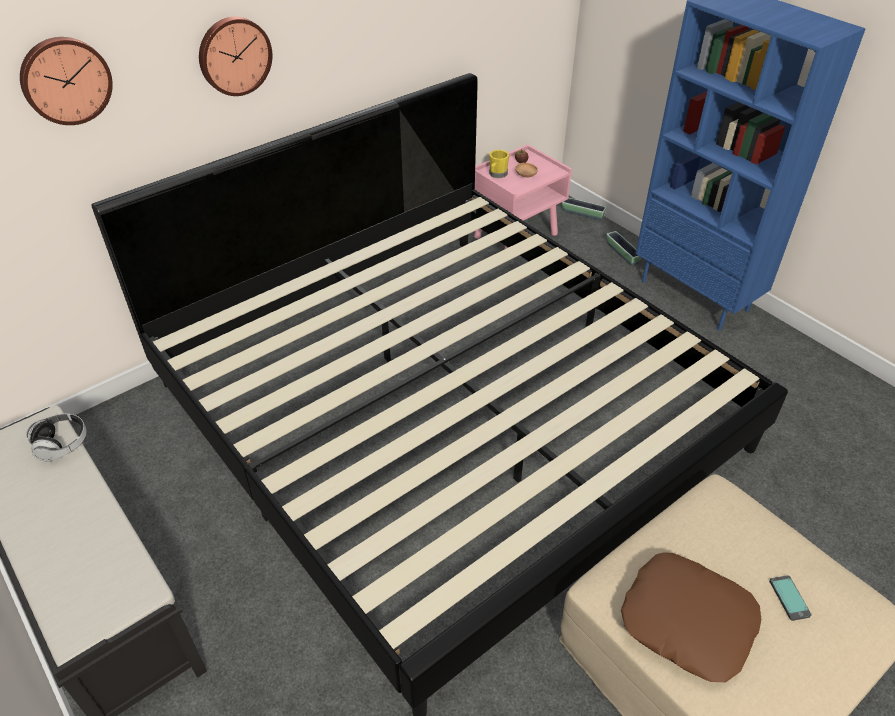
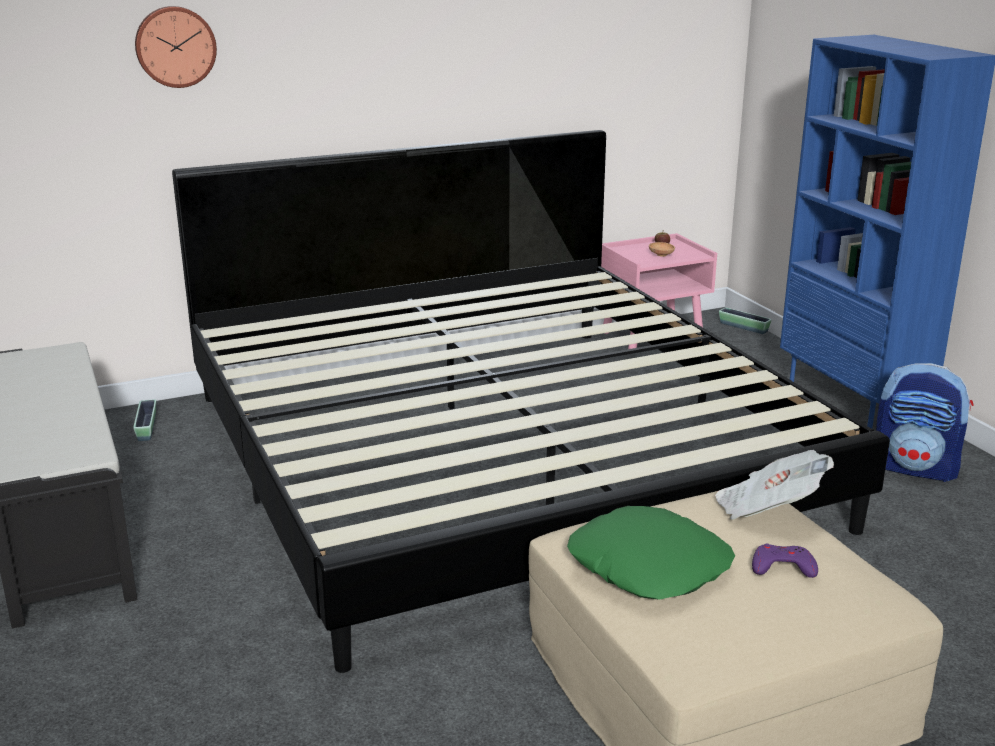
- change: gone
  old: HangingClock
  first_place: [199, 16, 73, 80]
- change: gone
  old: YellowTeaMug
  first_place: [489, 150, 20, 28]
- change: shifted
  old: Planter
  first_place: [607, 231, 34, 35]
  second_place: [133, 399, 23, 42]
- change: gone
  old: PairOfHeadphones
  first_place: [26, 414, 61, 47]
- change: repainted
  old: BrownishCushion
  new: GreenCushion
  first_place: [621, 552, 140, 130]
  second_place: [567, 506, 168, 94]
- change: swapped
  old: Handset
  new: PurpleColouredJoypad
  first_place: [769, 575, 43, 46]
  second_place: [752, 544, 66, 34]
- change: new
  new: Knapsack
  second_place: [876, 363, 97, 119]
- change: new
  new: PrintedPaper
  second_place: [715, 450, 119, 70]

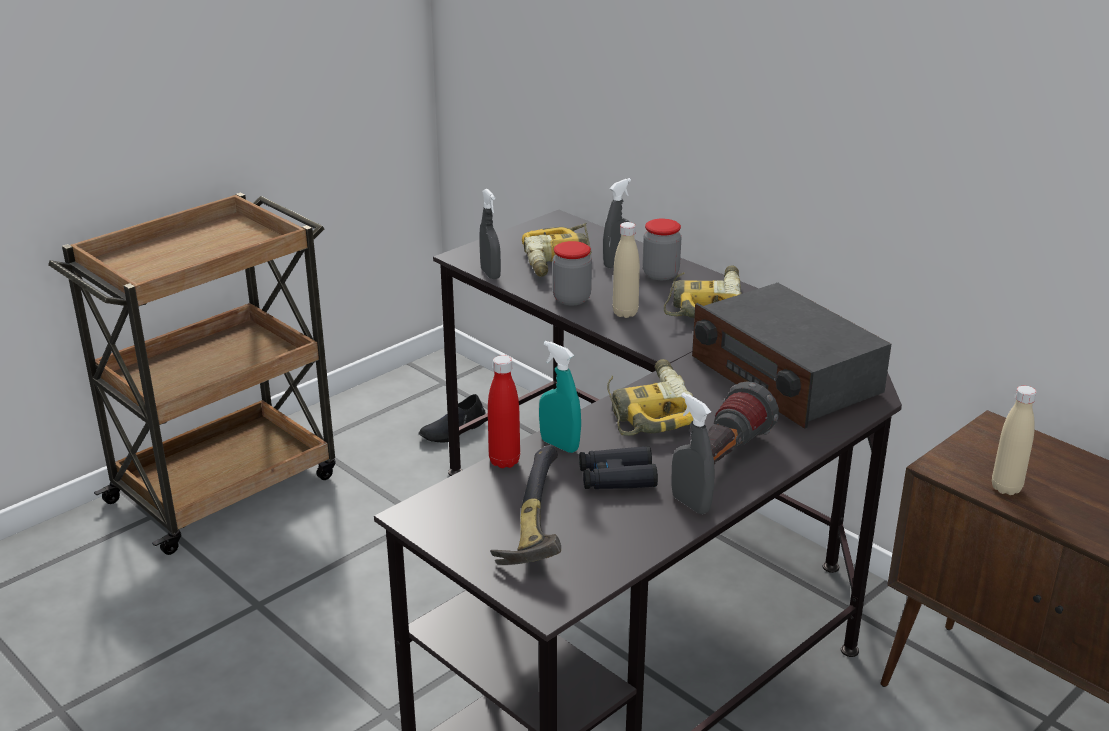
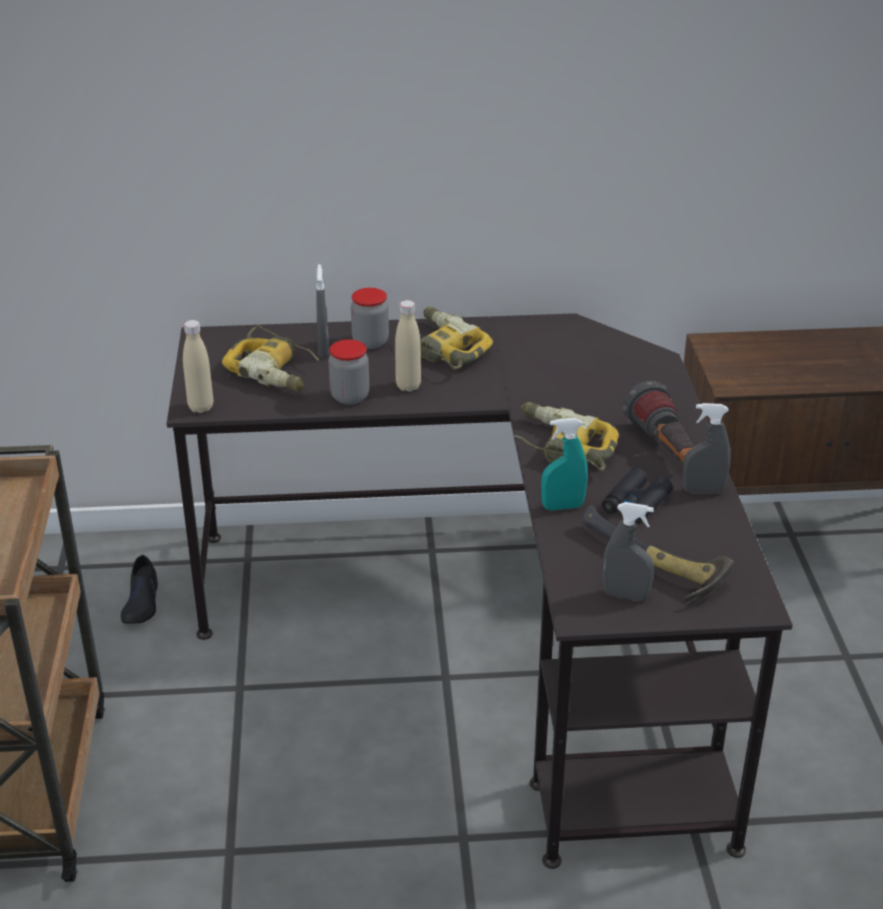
- change: shifted
  old: GreySprayBottle
  first_place: [479, 189, 22, 90]
  second_place: [602, 502, 52, 99]
- change: gone
  old: Radio
  first_place: [692, 283, 199, 146]
- change: gone
  old: RedColouredDrinkBottle
  first_place: [488, 355, 32, 113]
- change: shifted
  old: SandColouredDrinkBottle
  first_place: [992, 386, 45, 109]
  second_place: [183, 320, 30, 93]

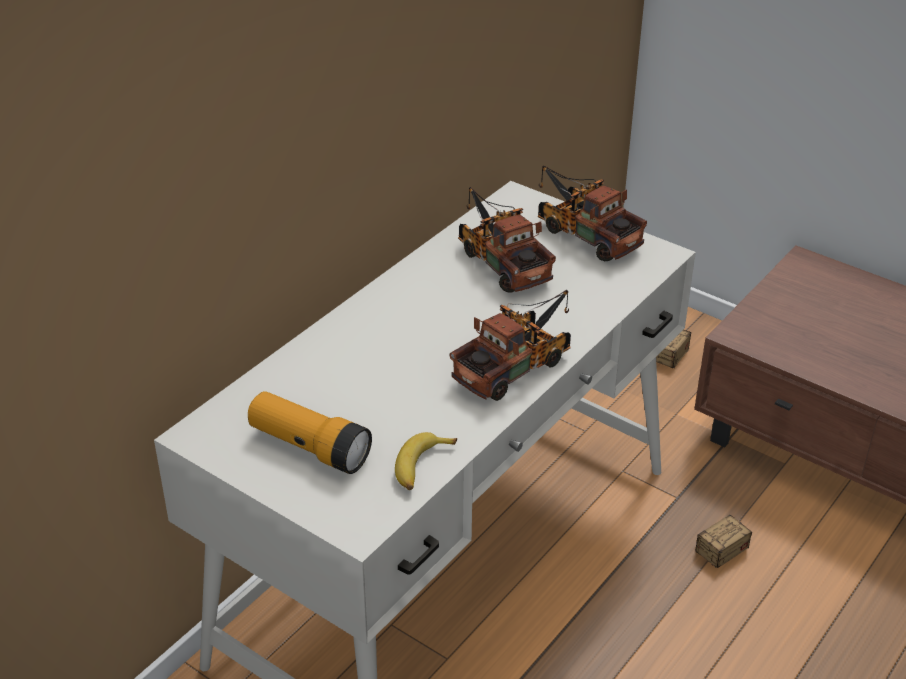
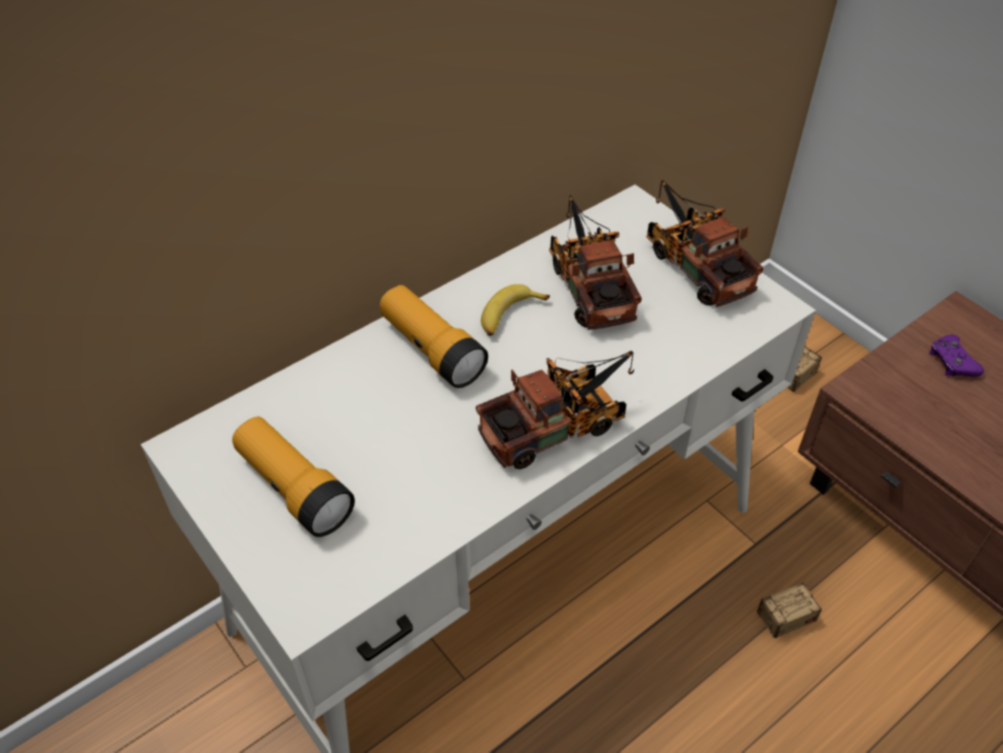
- change: shifted
  old: BananaFruit
  first_place: [395, 432, 62, 58]
  second_place: [481, 284, 69, 52]
- change: new
  new: HandTorch
  second_place: [380, 285, 108, 103]
- change: new
  new: PurpleColouredJoypad
  second_place: [929, 335, 55, 42]

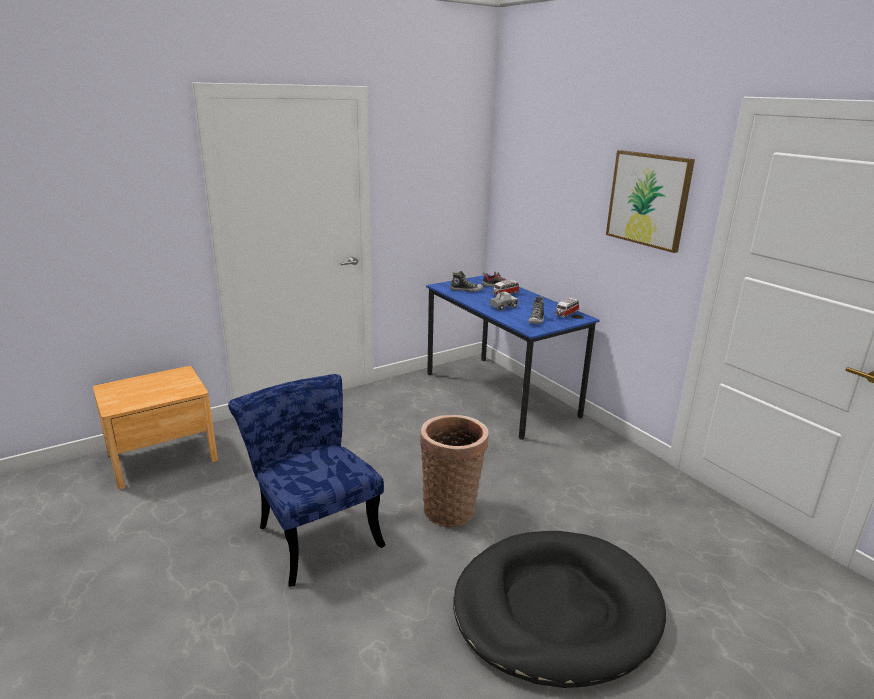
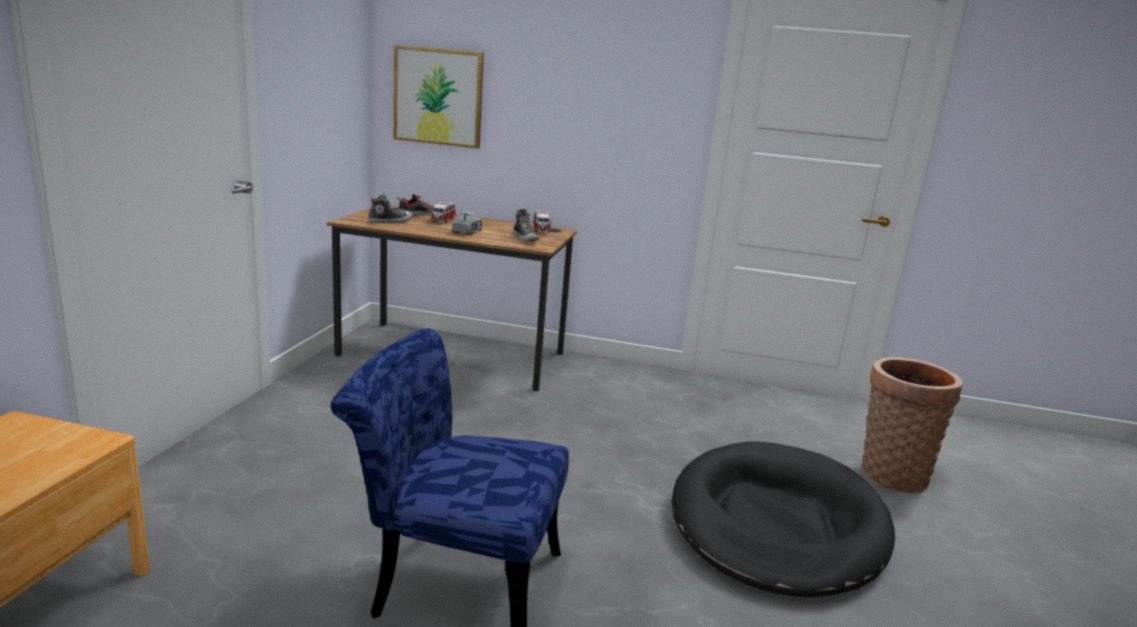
- change: shifted
  old: WallArt
  first_place: [606, 150, 89, 103]
  second_place: [394, 45, 90, 104]
- change: repainted
  old: BlueDesk
  new: BrownishDesk
  first_place: [426, 274, 174, 166]
  second_place: [327, 206, 250, 185]
- change: shifted
  old: HouseholdBasket
  first_place: [420, 415, 68, 112]
  second_place: [862, 357, 101, 137]

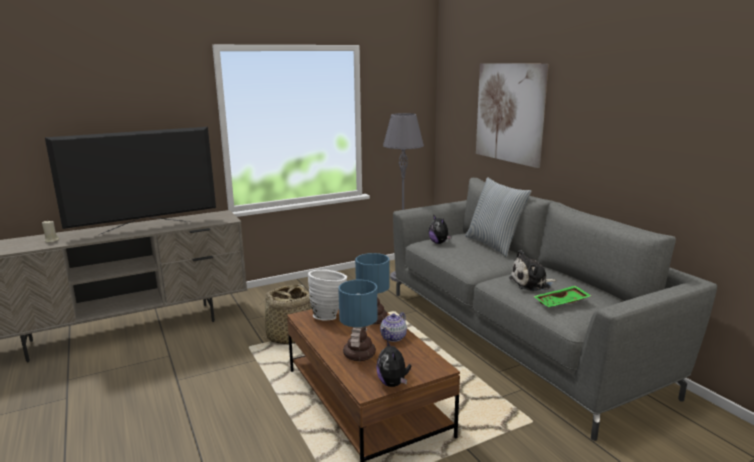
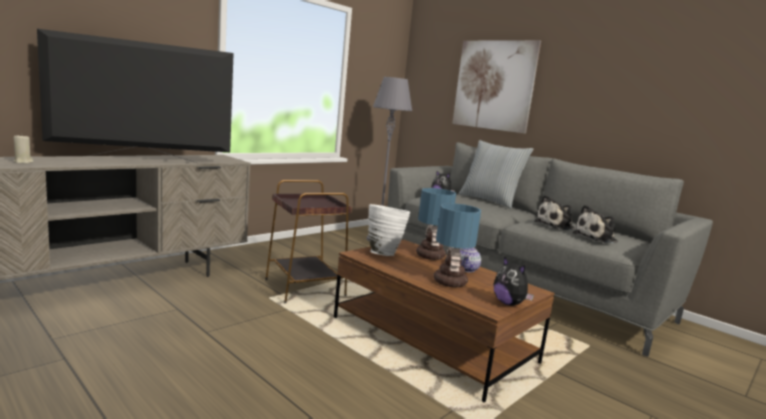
- change: rotated
  old: Television
  first_place: [45, 127, 171, 108]
  second_place: [37, 29, 197, 134]
  degrees: -150
- change: swapped
  old: HouseholdBasket
  new: BrownishEndTable
  first_place: [255, 284, 56, 61]
  second_place: [265, 180, 87, 123]
- change: swapped
  old: GreenCarryingTray
  new: CuddlyToy
  first_place: [533, 286, 58, 21]
  second_place: [573, 205, 45, 38]

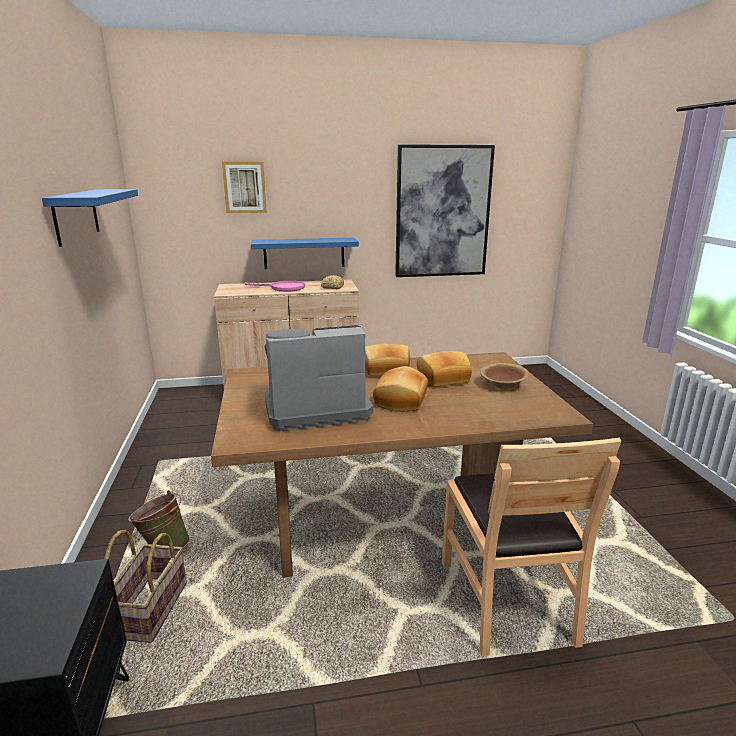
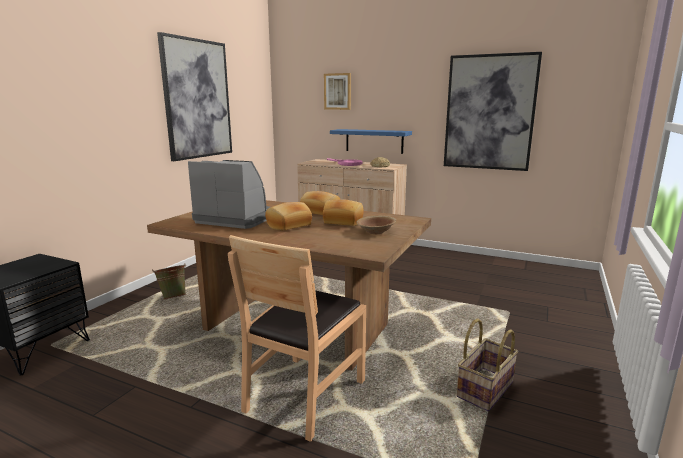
- change: swapped
  old: BlueBracketShelf
  new: WallArt
  first_place: [42, 189, 96, 58]
  second_place: [157, 32, 75, 129]
- change: shifted
  old: HouseholdBasket
  first_place: [104, 530, 83, 113]
  second_place: [456, 319, 62, 93]

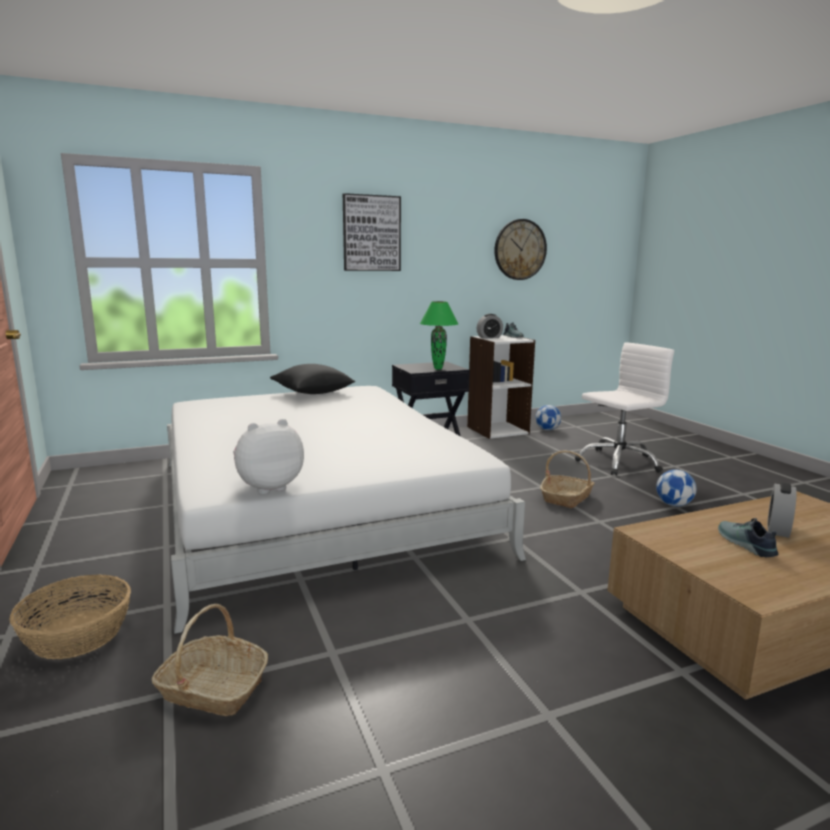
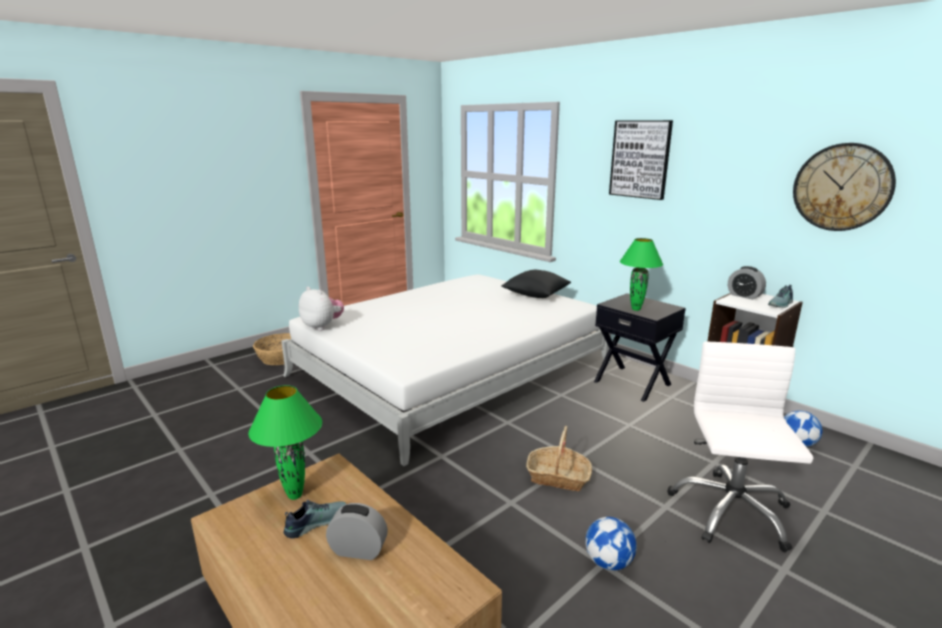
- change: rotated
  old: WhiteComputerChair
  first_place: [575, 342, 99, 134]
  second_place: [668, 342, 146, 210]
  degrees: -120
- change: gone
  old: HouseholdBasket
  first_place: [152, 604, 116, 112]
- change: new
  new: GreenTableLamp
  second_place: [248, 385, 74, 115]

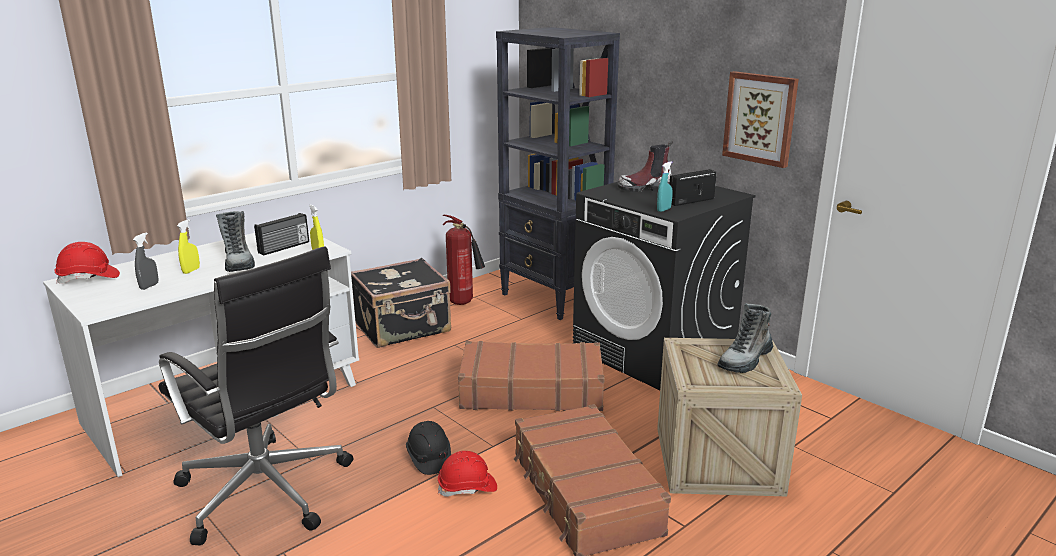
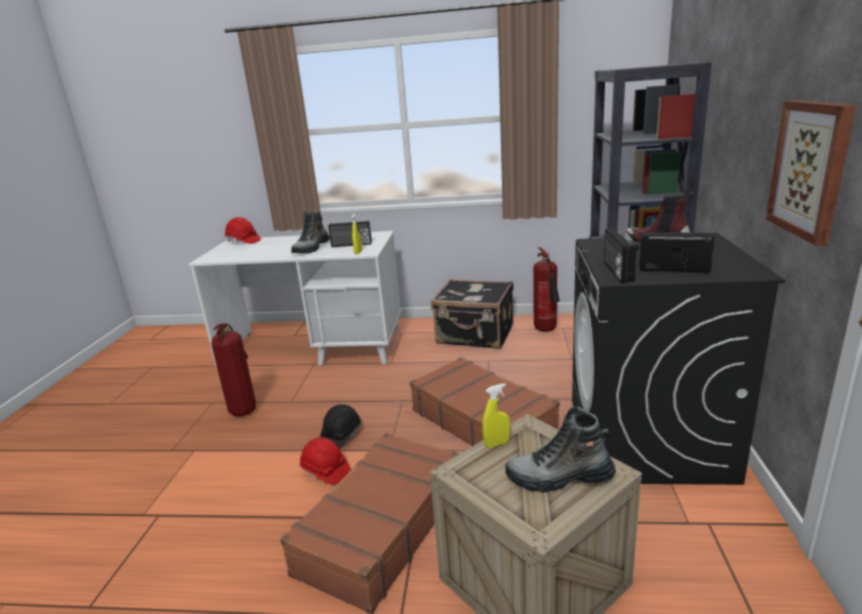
- change: swapped
  old: TurquoiseSprayBottle
  new: Radio
  first_place: [657, 161, 16, 51]
  second_place: [604, 228, 33, 55]
- change: shifted
  old: YellowSprayBottle
  first_place: [177, 219, 23, 55]
  second_place: [482, 383, 28, 65]
- change: gone
  old: GreySprayBottle
  first_place: [133, 232, 26, 58]
- change: swapped
  old: BlackishComputerChair
  new: Extinguisher
  first_place: [159, 246, 194, 299]
  second_place: [211, 323, 45, 94]

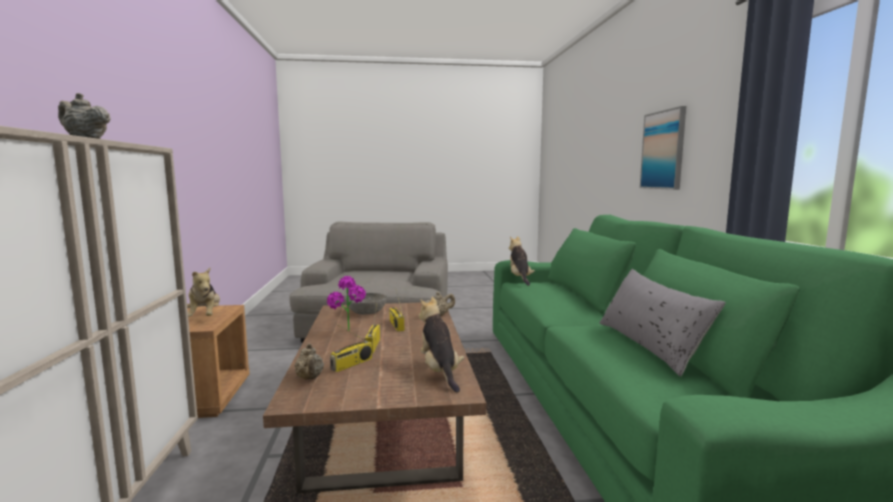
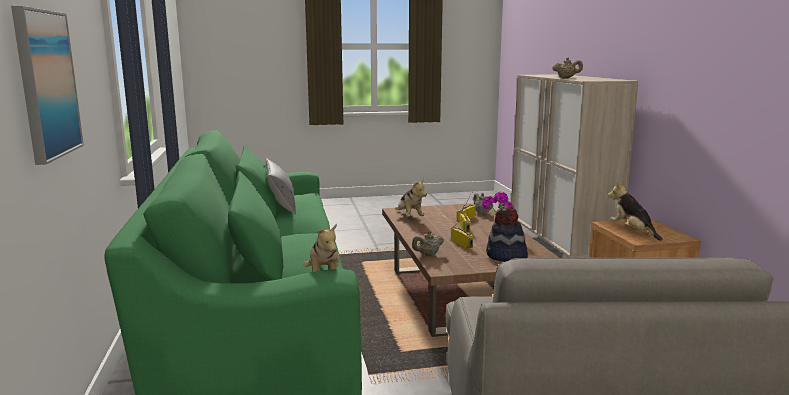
- change: swapped
  old: GreyServingBowl
  new: ClothingHat
  first_place: [348, 293, 39, 22]
  second_place: [486, 206, 42, 56]

